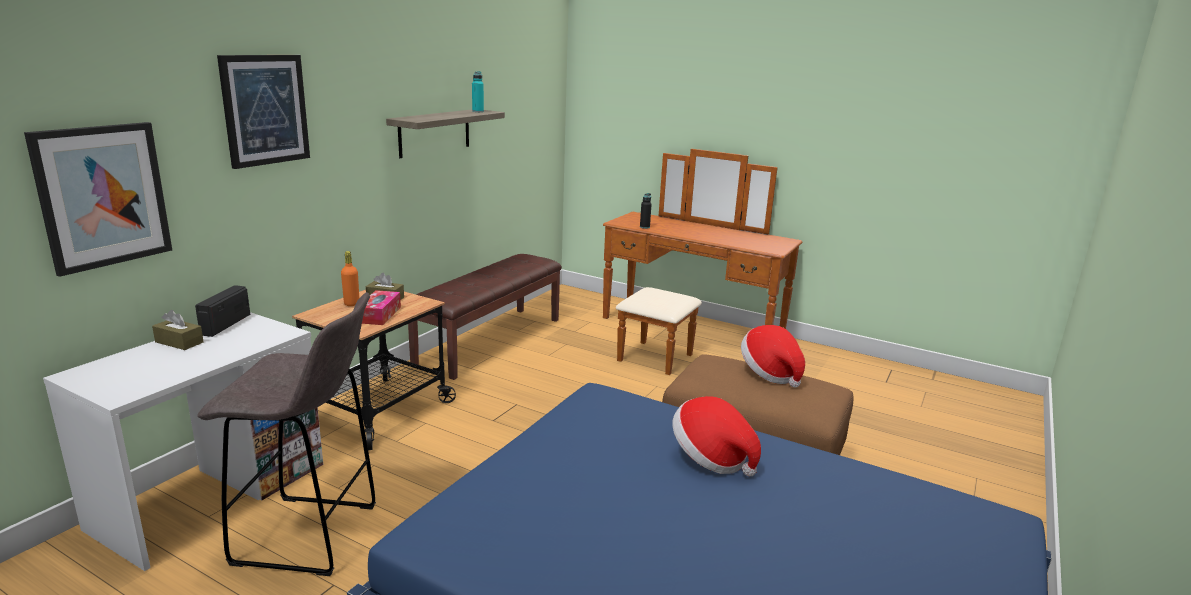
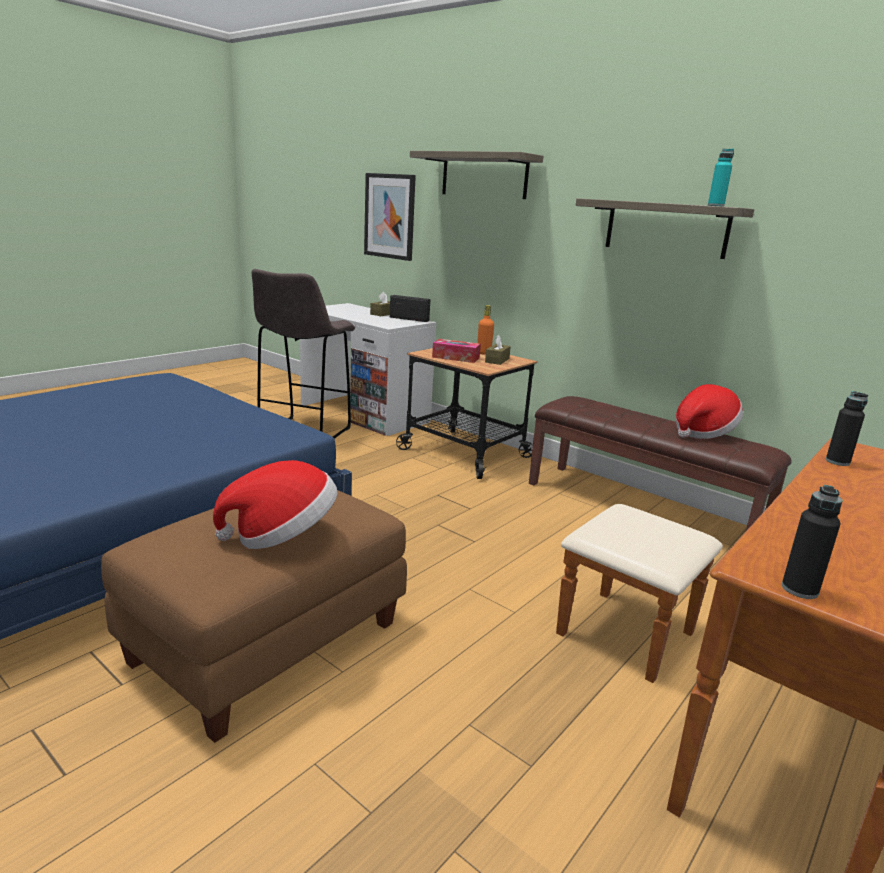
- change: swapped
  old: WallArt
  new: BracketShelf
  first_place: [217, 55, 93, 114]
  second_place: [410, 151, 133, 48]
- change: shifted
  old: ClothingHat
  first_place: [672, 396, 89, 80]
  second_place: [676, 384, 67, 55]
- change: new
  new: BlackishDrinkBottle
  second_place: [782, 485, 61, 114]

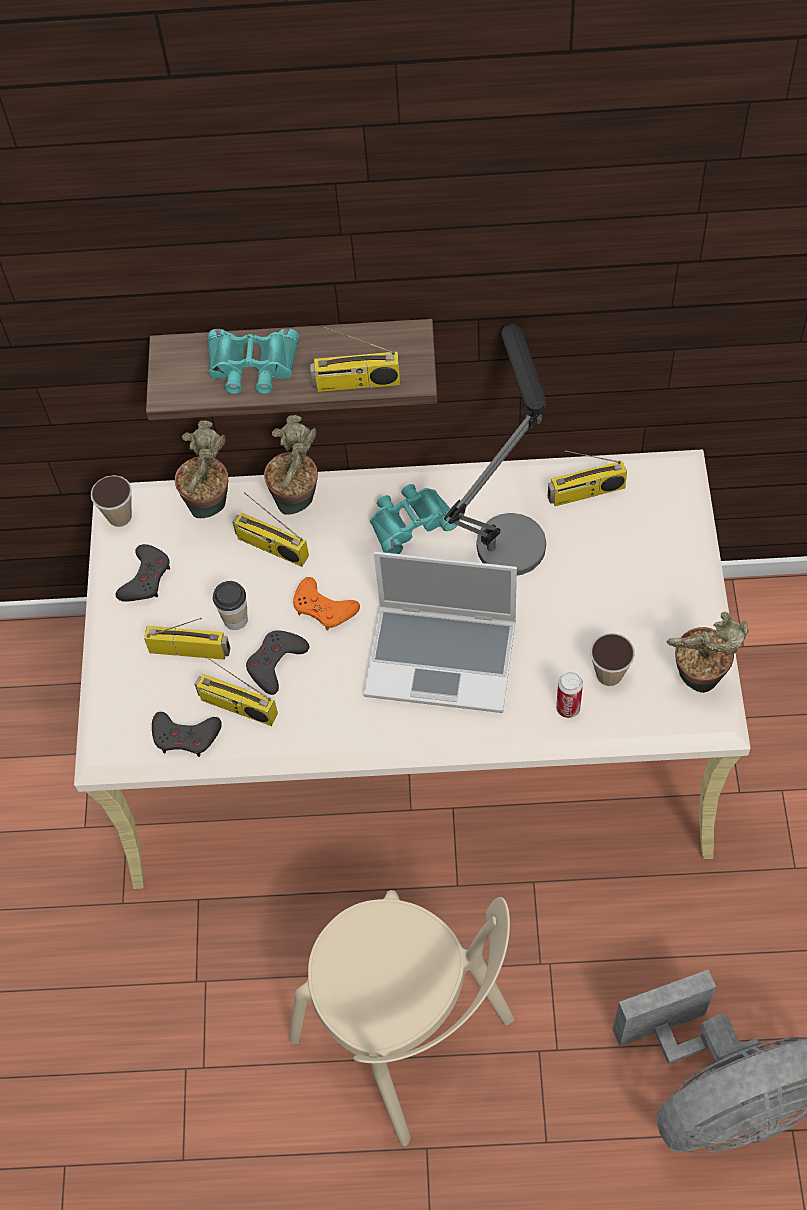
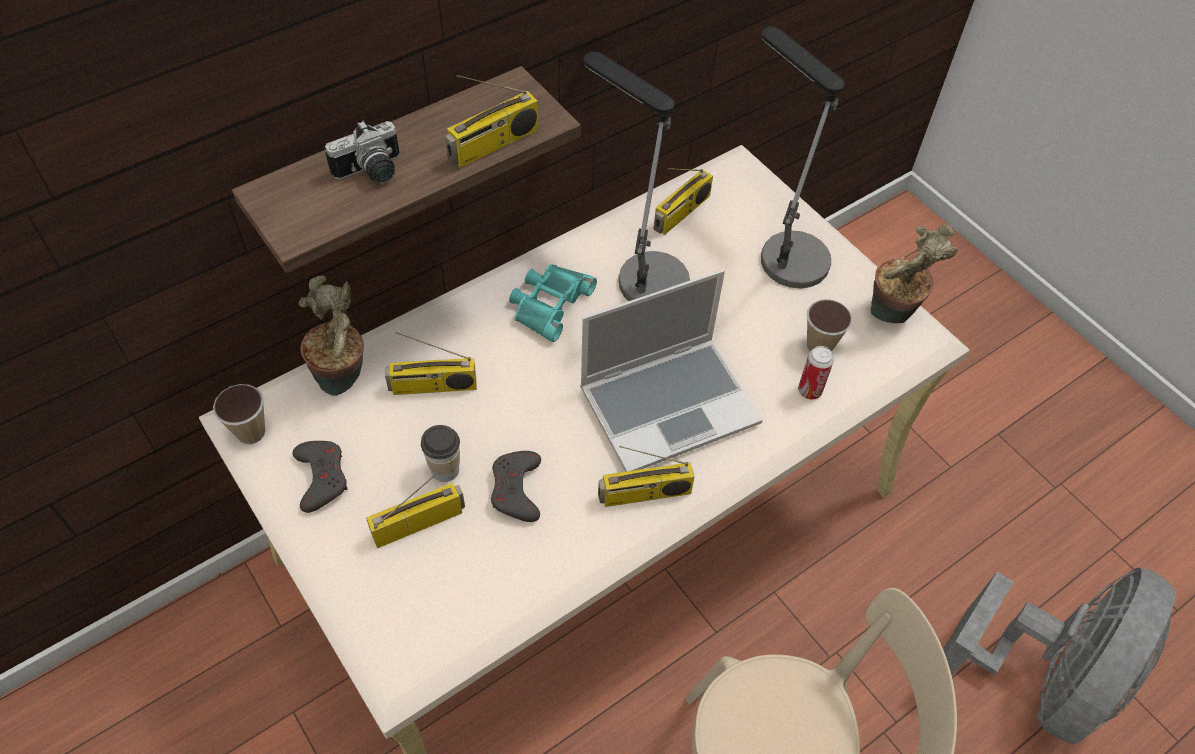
- change: swapped
  old: TurquoisePairOfBinoculars
  new: StillCamera
  first_place: [208, 328, 91, 66]
  second_place: [325, 121, 74, 62]
- change: gone
  old: PlantInAPot
  first_place: [264, 415, 54, 100]
- change: gone
  old: OrangeColouredJoypad
  first_place: [293, 577, 67, 54]
- change: shifted
  old: Radio
  first_place: [194, 656, 84, 70]
  second_place: [598, 446, 96, 61]
- change: gone
  old: GreyJoypad
  first_place: [152, 712, 70, 45]
- change: new
  new: TableLamp
  second_place: [761, 27, 84, 261]

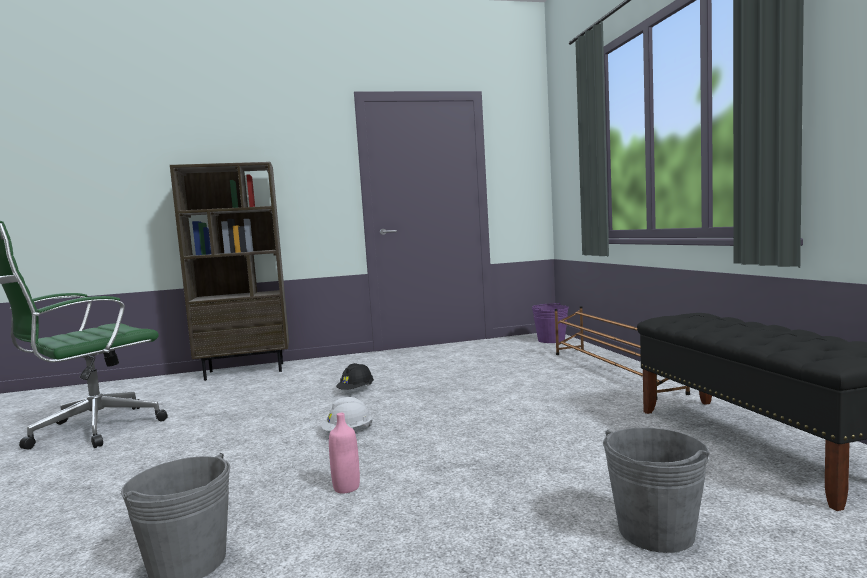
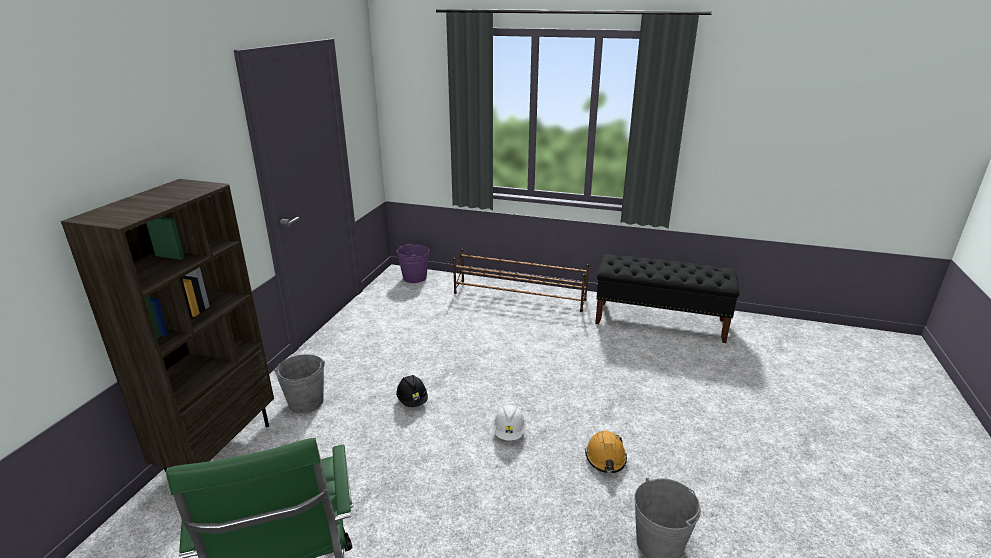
- change: swapped
  old: PinkDrinkBottle
  new: OrangeColouredWorkHelmet
  first_place: [329, 413, 31, 81]
  second_place: [585, 431, 42, 42]
- change: shifted
  old: GreyPail
  first_place: [603, 428, 107, 125]
  second_place: [274, 354, 51, 59]

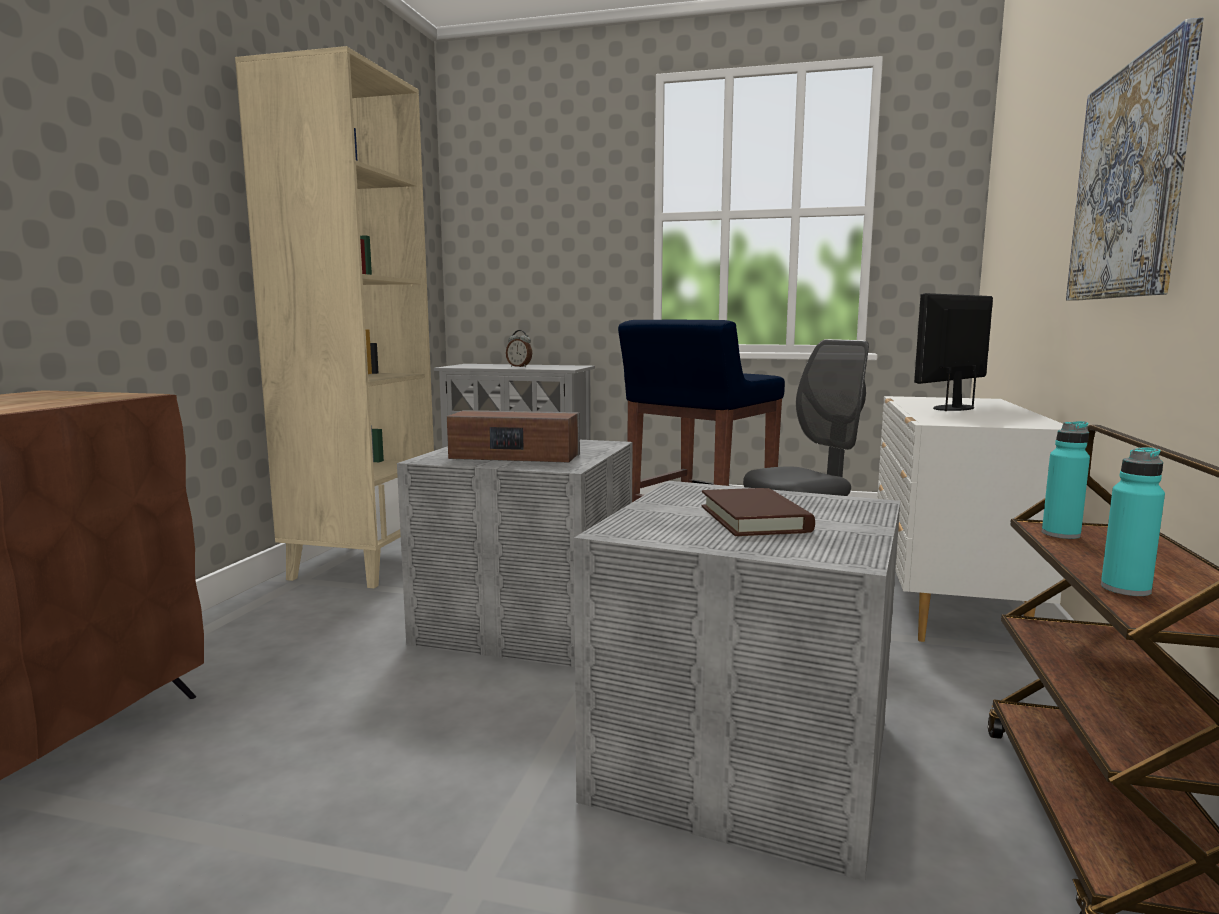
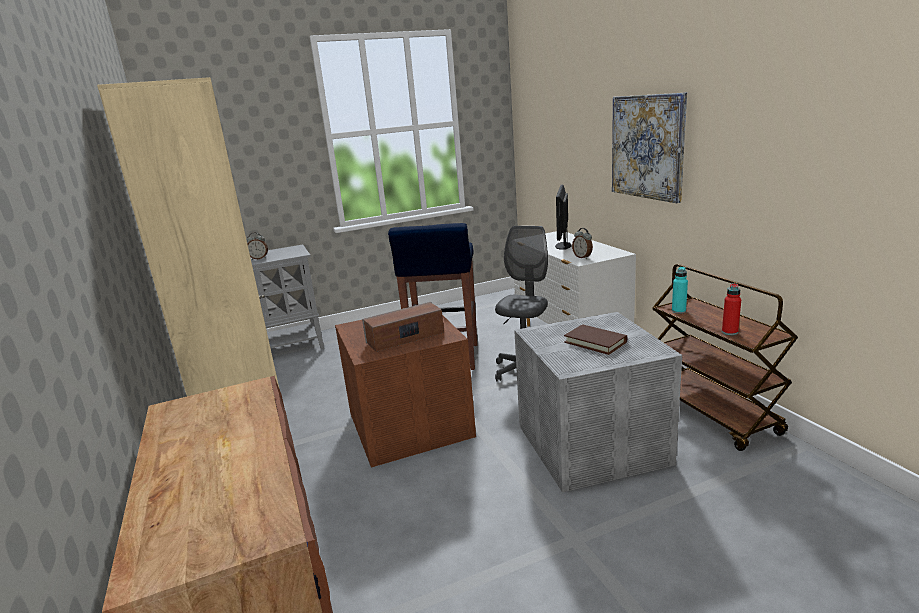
- change: repainted
  old: GreyStorageBox
  new: BrownishStorageBox
  first_place: [397, 440, 236, 227]
  second_place: [335, 315, 141, 152]
- change: repainted
  old: TurquoiseDrinkBottle
  new: RedColouredDrinkBottle
  first_place: [1101, 447, 64, 149]
  second_place: [722, 283, 19, 52]
- change: new
  new: TableClock
  second_place: [572, 228, 21, 31]

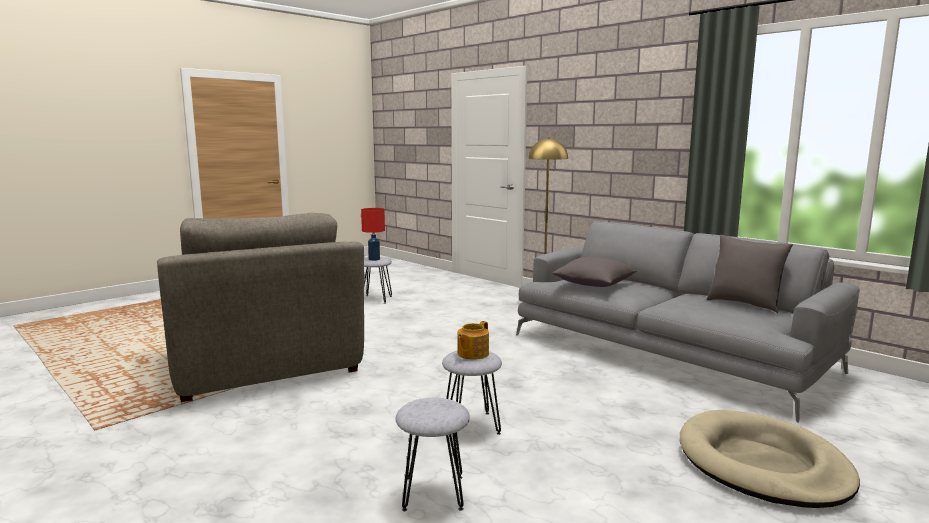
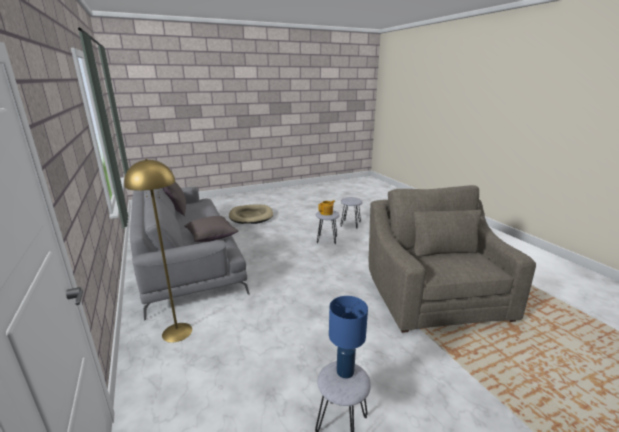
- change: repainted
  old: RedColouredTableLamp
  new: BlueTableLamp
  first_place: [361, 208, 24, 53]
  second_place: [329, 296, 39, 83]

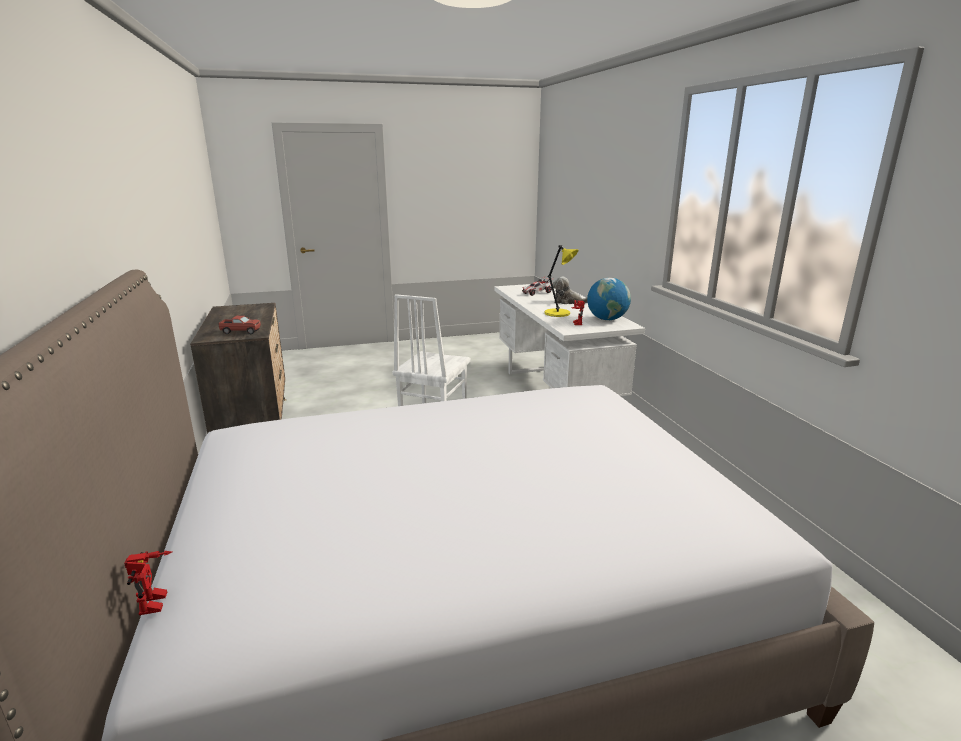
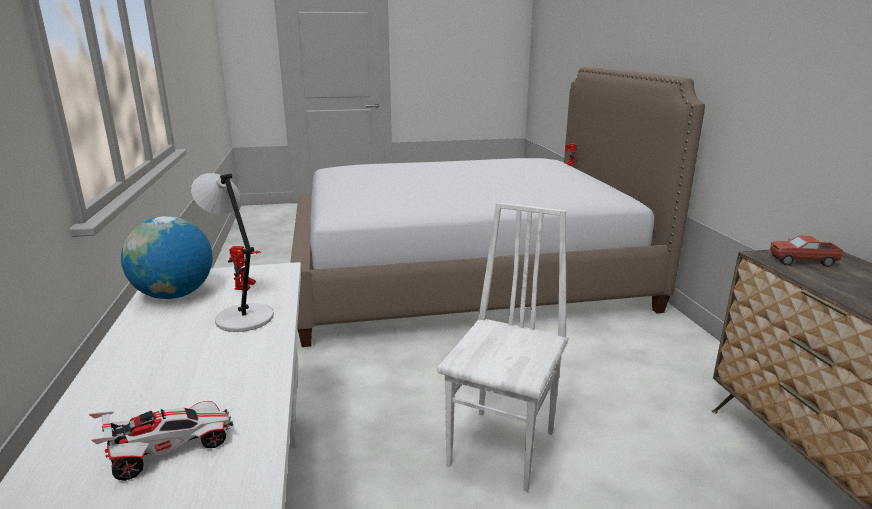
- change: repainted
  old: YellowTableLamp
  new: GreyTableLamp
  first_place: [545, 245, 33, 72]
  second_place: [191, 173, 83, 159]
- change: gone
  old: CuddlyToy
  first_place: [553, 277, 34, 27]

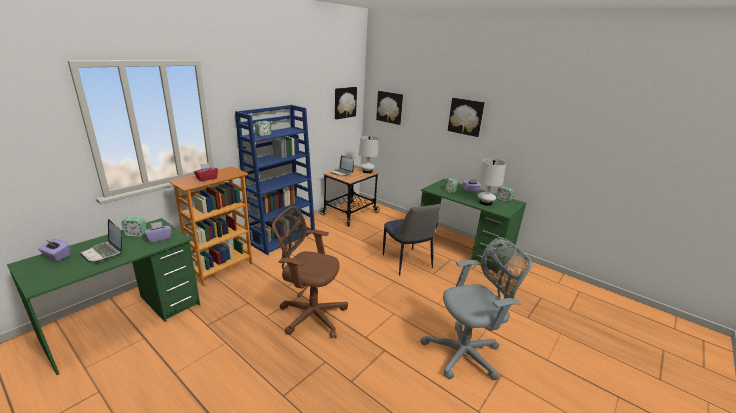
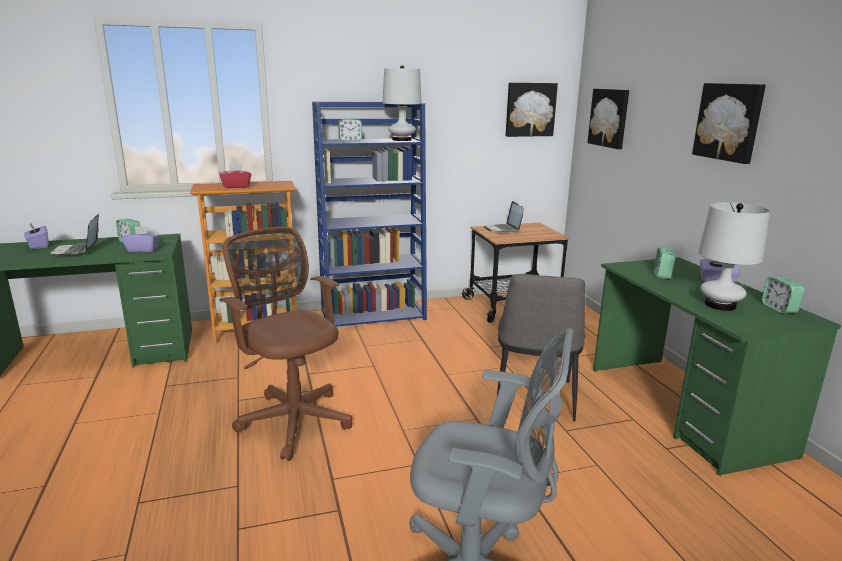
- change: shifted
  old: WhiteTableLamp
  first_place: [359, 136, 19, 37]
  second_place: [383, 65, 38, 76]

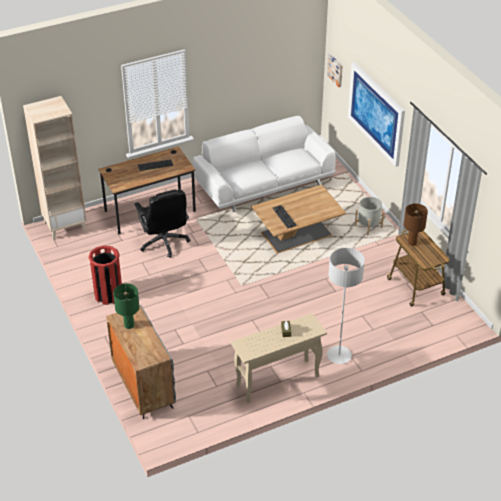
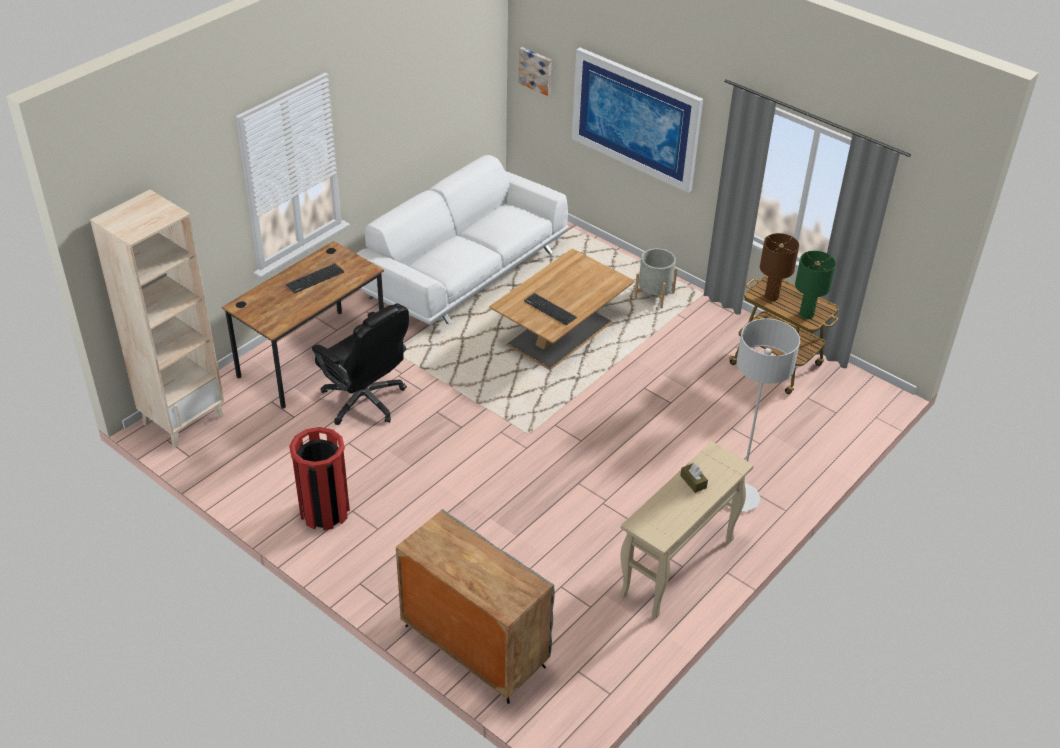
- change: shifted
  old: GreenTableLamp
  first_place: [113, 284, 27, 45]
  second_place: [795, 251, 41, 68]

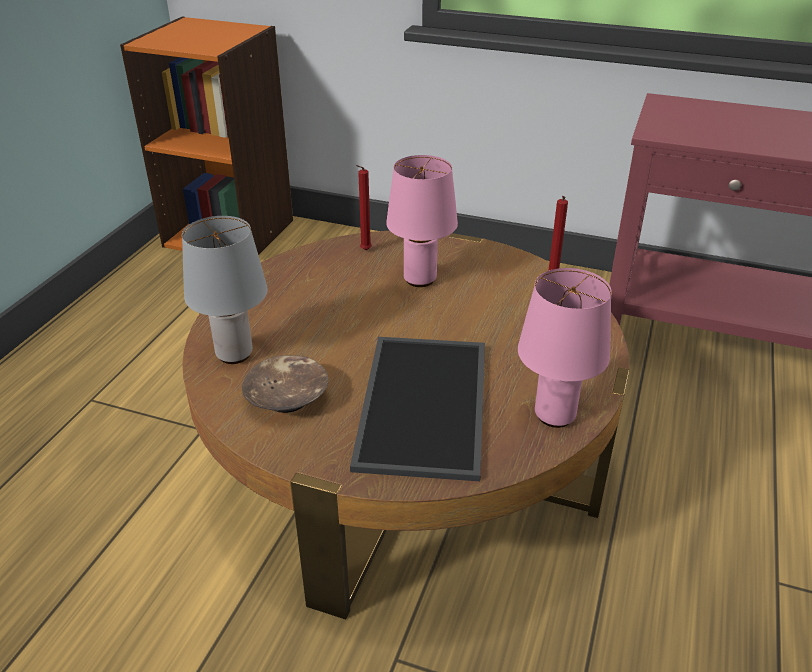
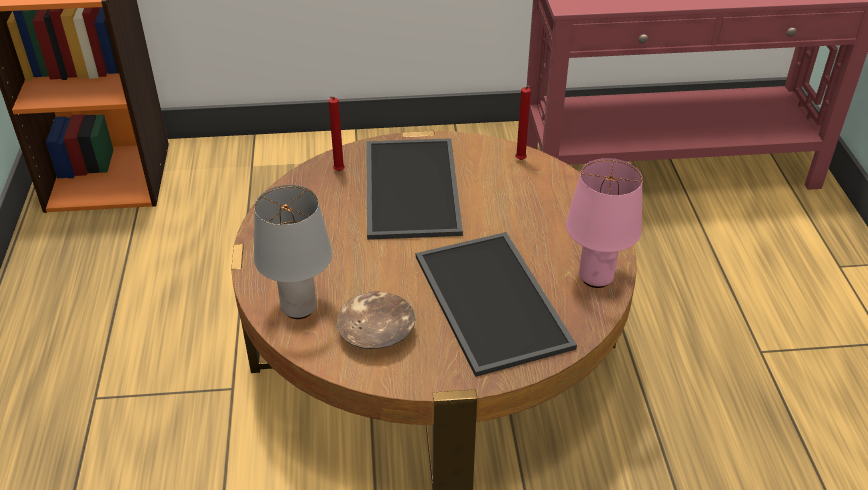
- change: swapped
  old: PinkTableLamp
  new: CarryingTray
  first_place: [386, 155, 72, 132]
  second_place: [366, 138, 97, 102]

